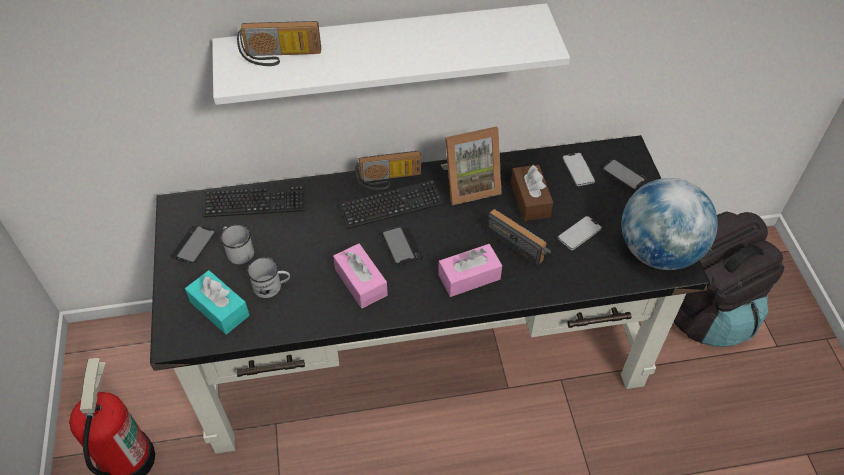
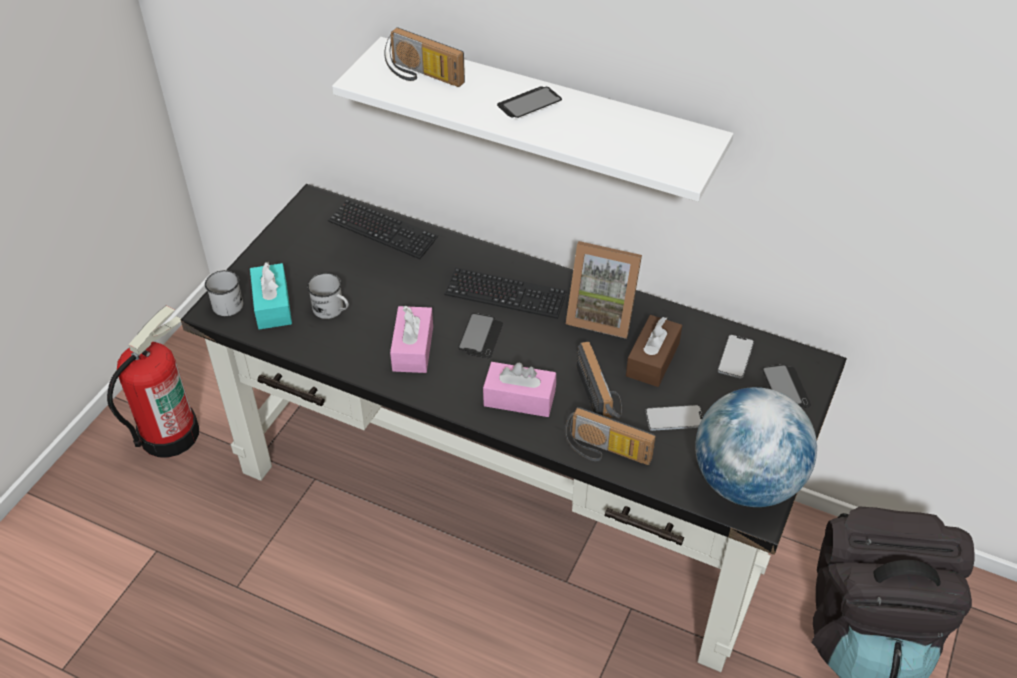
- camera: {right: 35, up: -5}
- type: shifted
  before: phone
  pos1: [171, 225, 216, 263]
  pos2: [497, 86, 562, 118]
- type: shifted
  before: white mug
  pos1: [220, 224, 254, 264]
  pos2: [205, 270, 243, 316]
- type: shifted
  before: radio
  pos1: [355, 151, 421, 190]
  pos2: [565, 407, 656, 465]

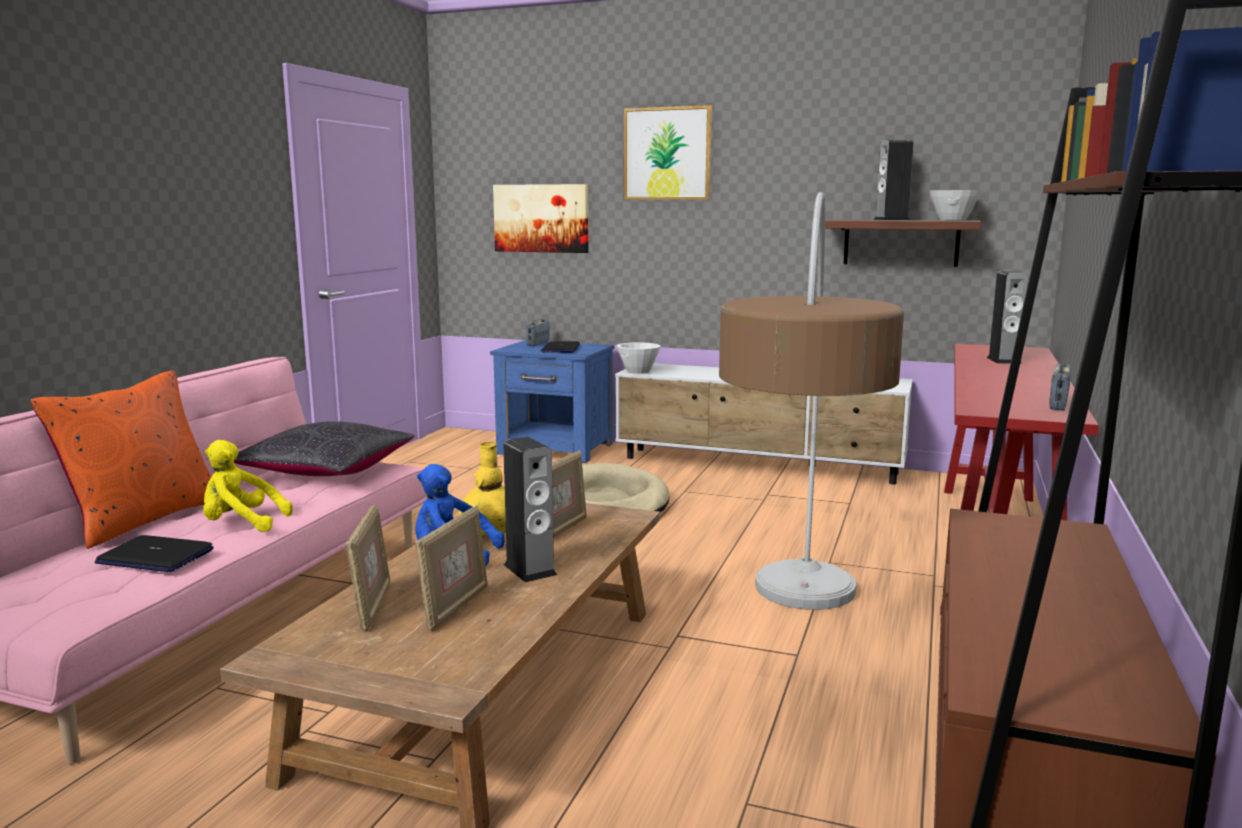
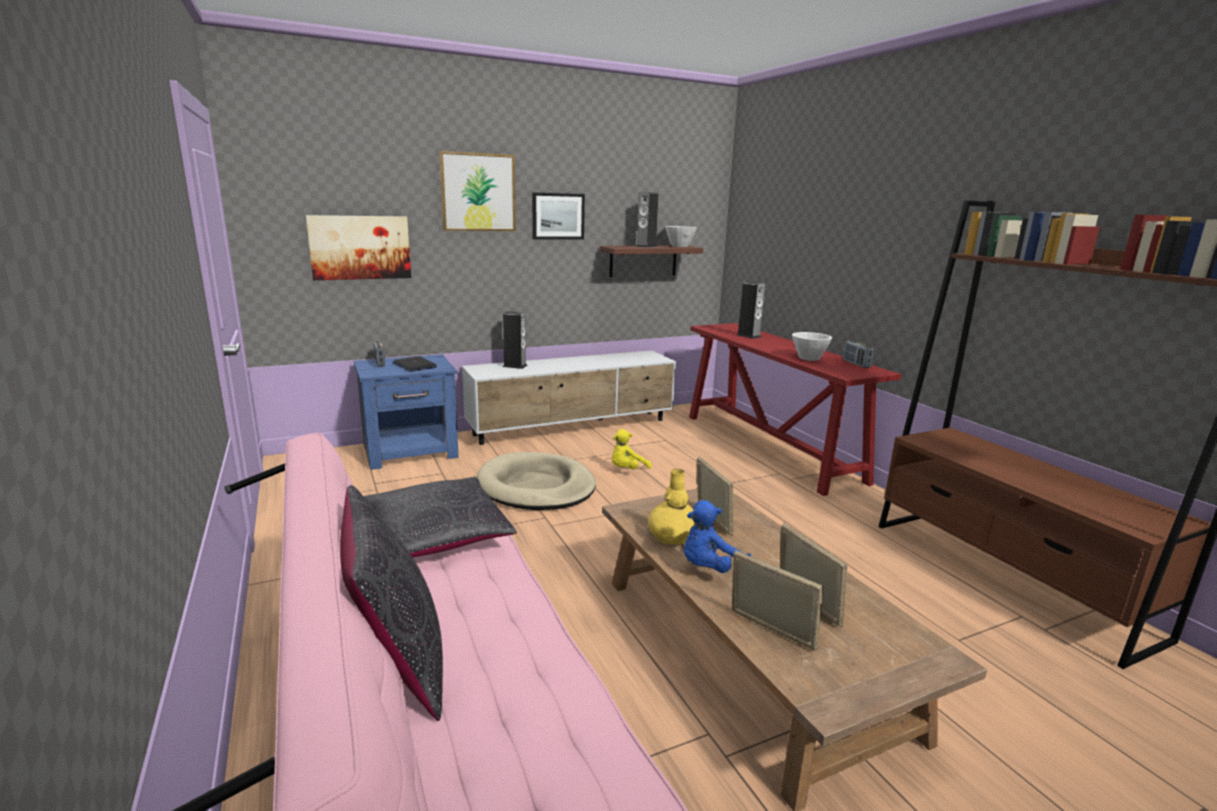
- camera: {right: -45, up: 5}
- type: gone
  before: laptop
  pos1: [95, 535, 214, 572]
- type: gone
  before: floor lamp
  pos1: [719, 192, 904, 610]
- type: new
  after: picture
  pos2: [532, 192, 585, 239]
- type: shifted
  before: yellow plush toy
  pos1: [203, 440, 293, 532]
  pos2: [612, 429, 652, 469]
- type: shifted
  before: speaker
  pos1: [503, 437, 557, 583]
  pos2: [503, 311, 527, 369]
- type: shifted
  before: white bowl
  pos1: [617, 342, 661, 374]
  pos2: [792, 332, 832, 361]
- type: repainted
  before: orange pillow
  after: black pillow
  pos1: [30, 371, 211, 549]
  pos2: [340, 485, 443, 721]

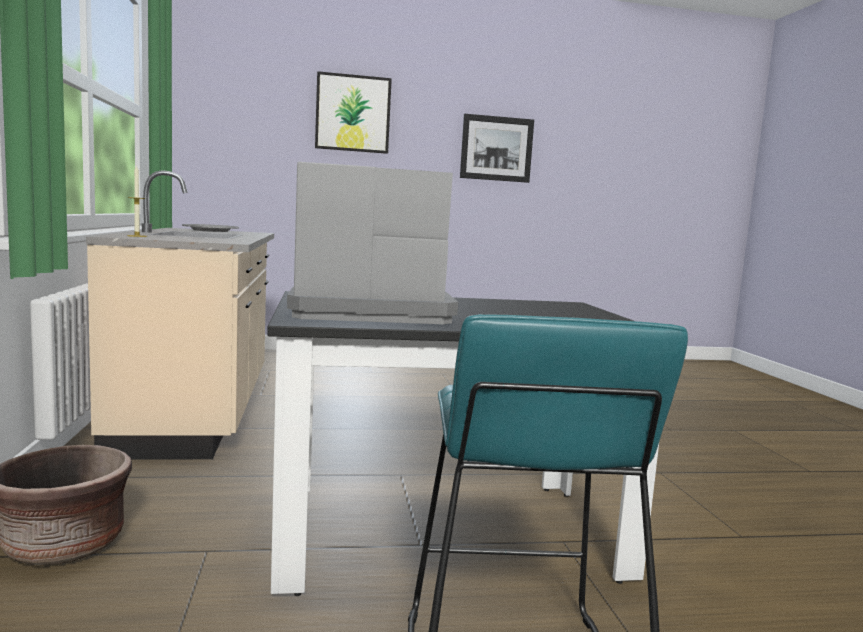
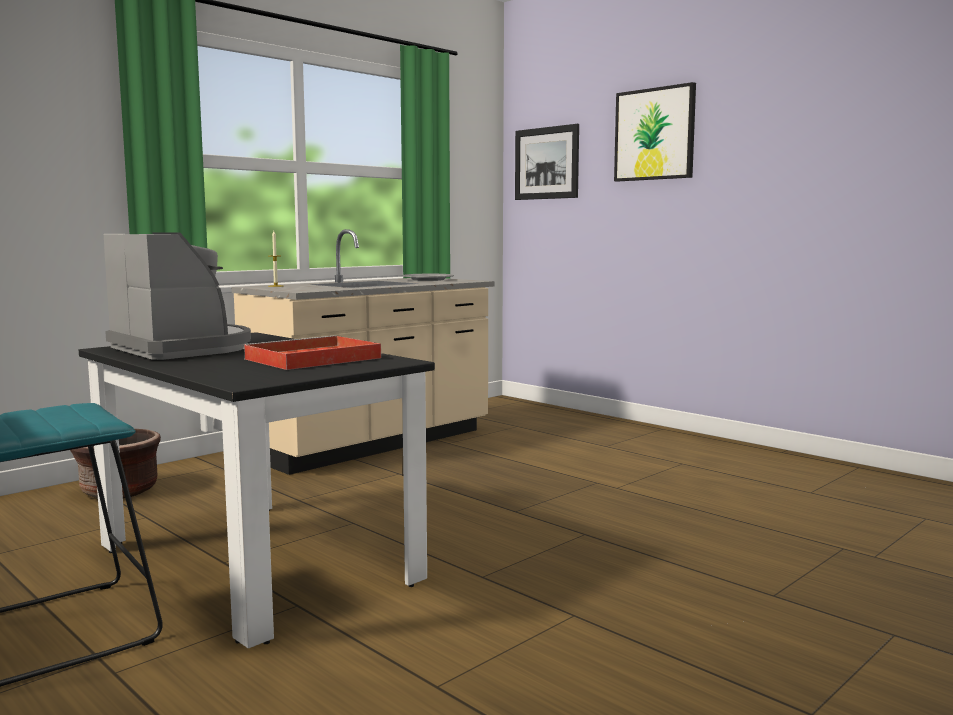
- camera: {right: 55, up: 0}
- type: new
  after: red tray
  pos2: [243, 335, 381, 370]
- type: shifted
  before: picture
  pos1: [460, 114, 534, 183]
  pos2: [515, 124, 579, 200]

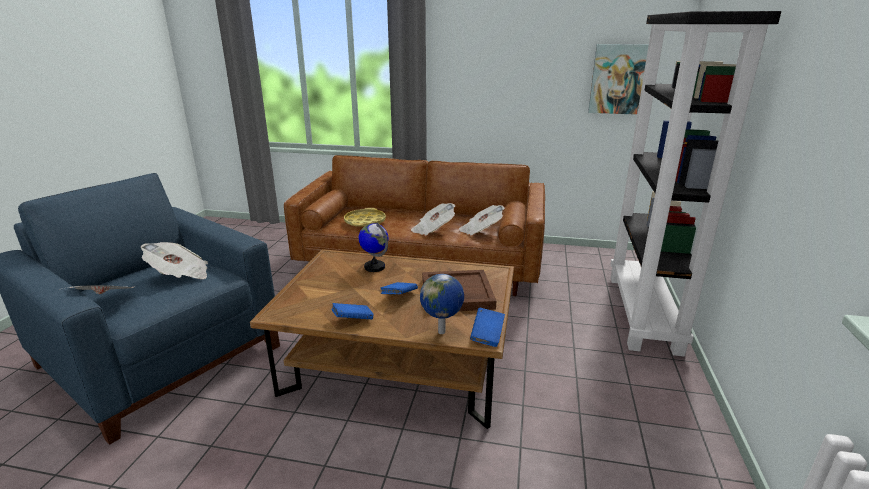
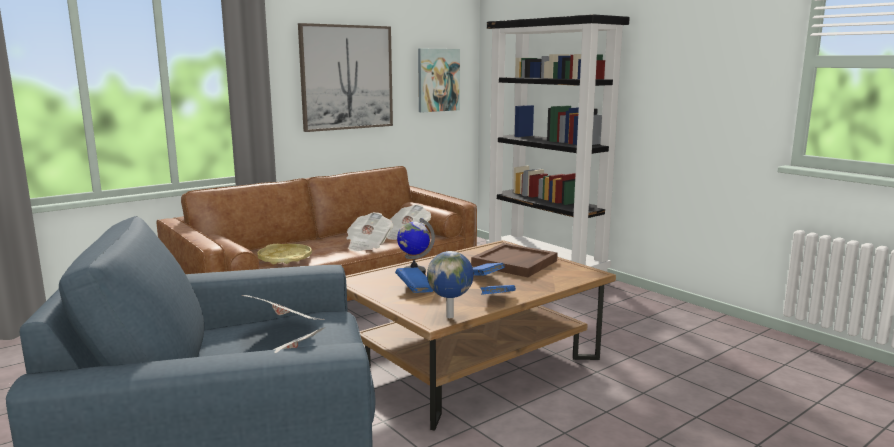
- camera: {right: -50, up: -10}
- type: new
  after: picture
  pos2: [298, 23, 393, 132]
- type: shifted
  before: globe
  pos1: [420, 274, 464, 334]
  pos2: [427, 251, 473, 318]
- type: shifted
  before: blue book
  pos1: [470, 308, 505, 347]
  pos2: [395, 268, 433, 293]

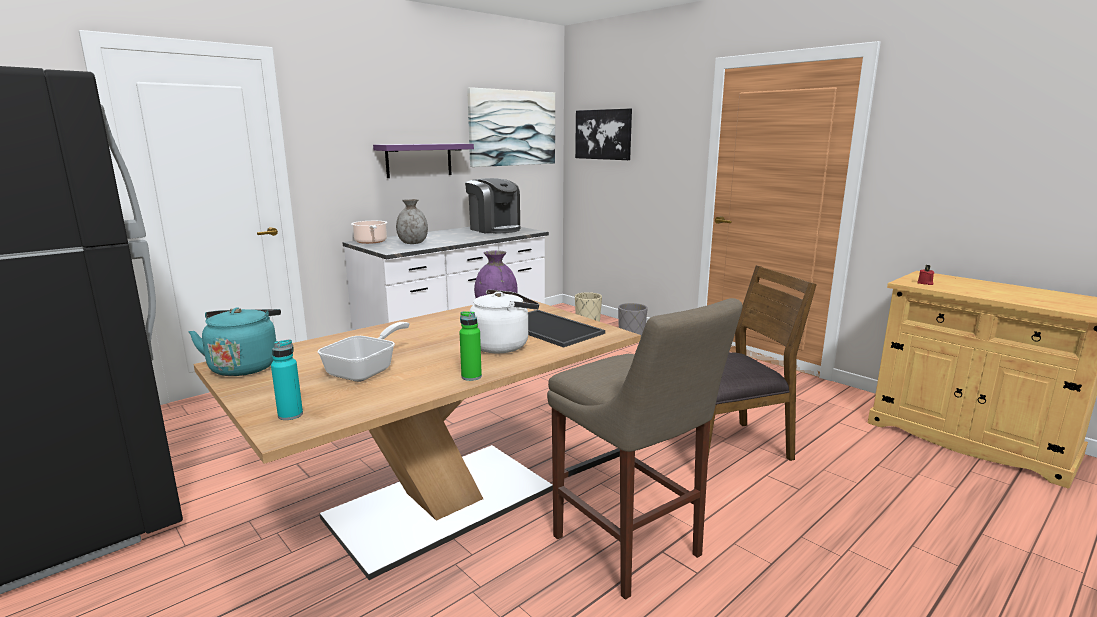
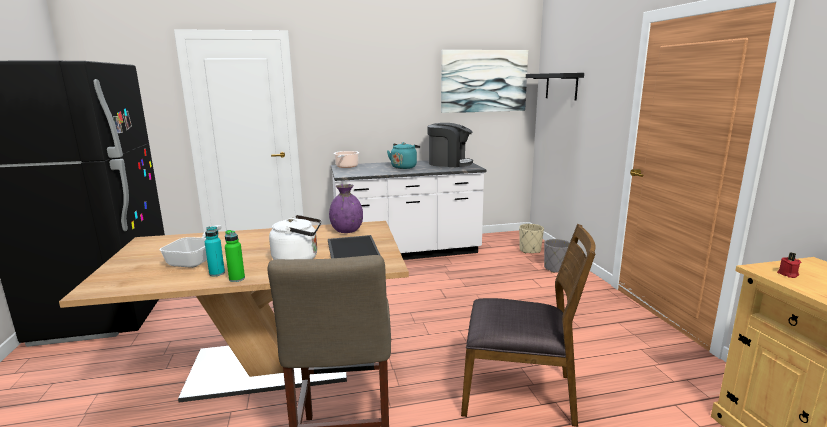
- camera: {right: 30, up: 0}
- type: gone
  before: purple shelf
  pos1: [373, 144, 474, 178]
- type: gone
  before: grey vase
  pos1: [396, 199, 428, 244]
- type: shifted
  before: turquoise kettle
  pos1: [189, 307, 281, 376]
  pos2: [387, 142, 420, 169]
- type: shifted
  before: turquoise bottle
  pos1: [271, 340, 303, 420]
  pos2: [205, 226, 225, 276]
- type: swapped
  before: picture
  after: black shelf
  pos1: [575, 108, 632, 160]
  pos2: [526, 73, 584, 101]
- type: rotated
  before: frying pan
  pos1: [317, 322, 409, 382]
  pos2: [160, 225, 222, 268]
  turn: -45
- type: rotated
  before: coffee machine
  pos1: [465, 178, 521, 233]
  pos2: [427, 123, 473, 167]
  turn: -60

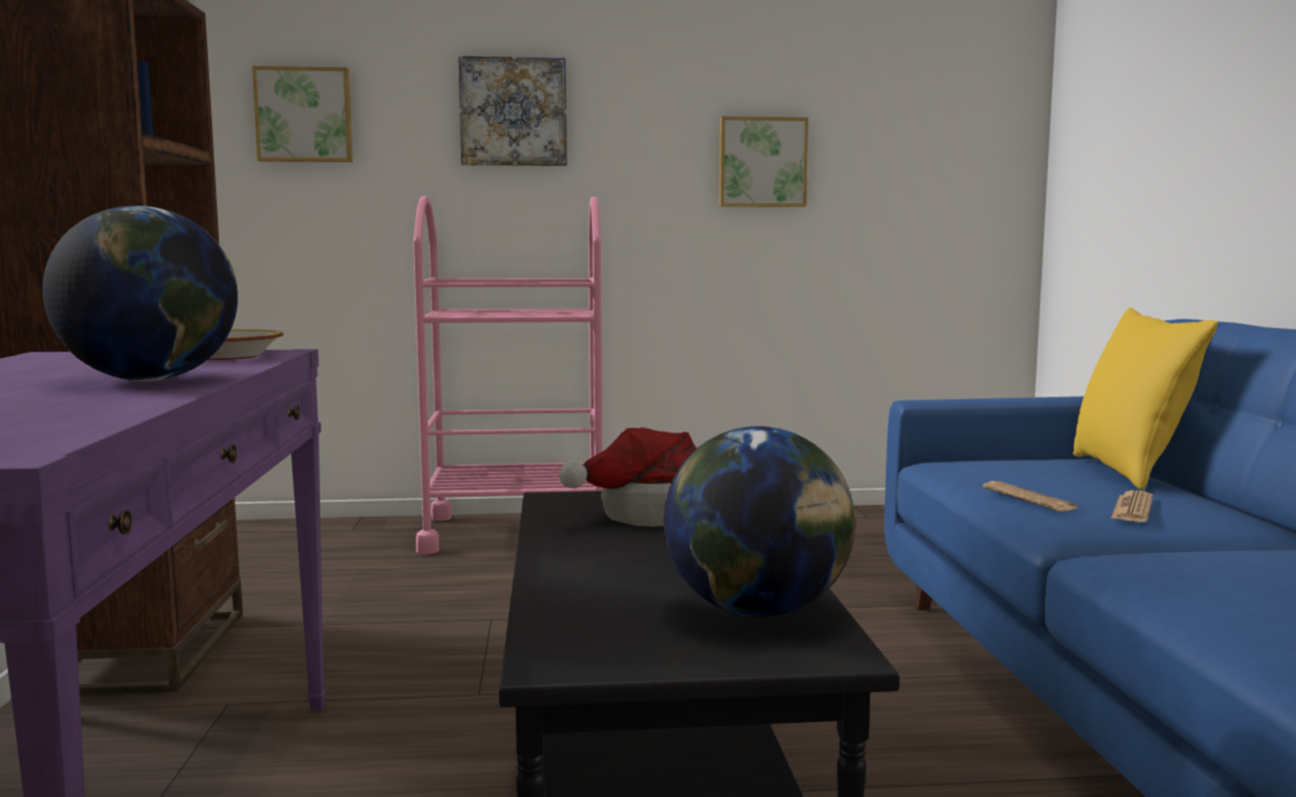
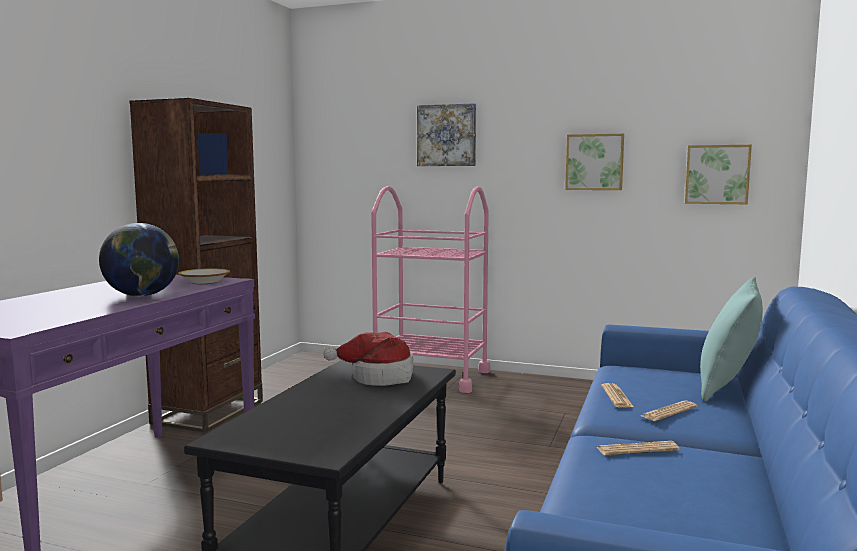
- camera: {right: 25, up: 0}
- type: gone
  before: globe
  pos1: [664, 426, 855, 617]
- type: new
  after: newspaper
  pos2: [597, 441, 680, 455]
- type: shifted
  before: picture
  pos1: [252, 66, 353, 162]
  pos2: [685, 145, 752, 204]
- type: repainted
  before: yellow pillow
  after: turquoise pillow
  pos1: [1073, 307, 1218, 490]
  pos2: [700, 277, 763, 401]

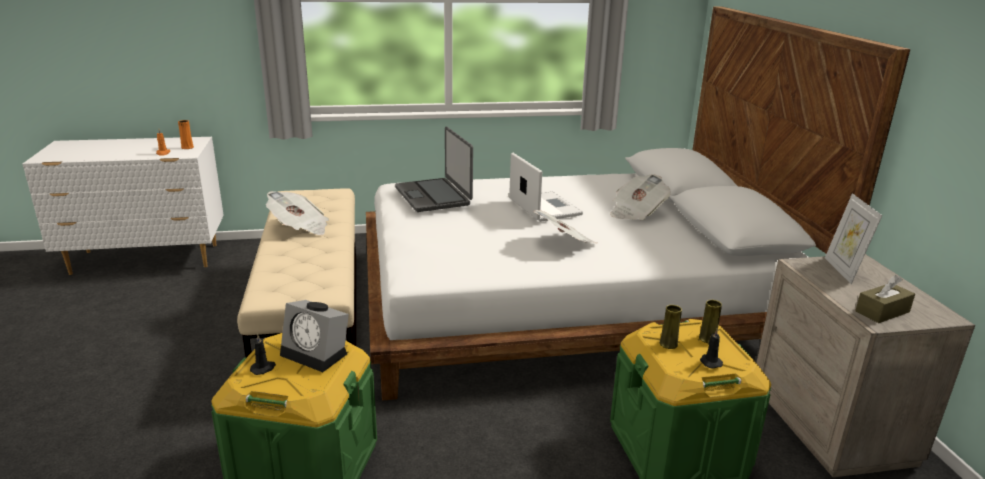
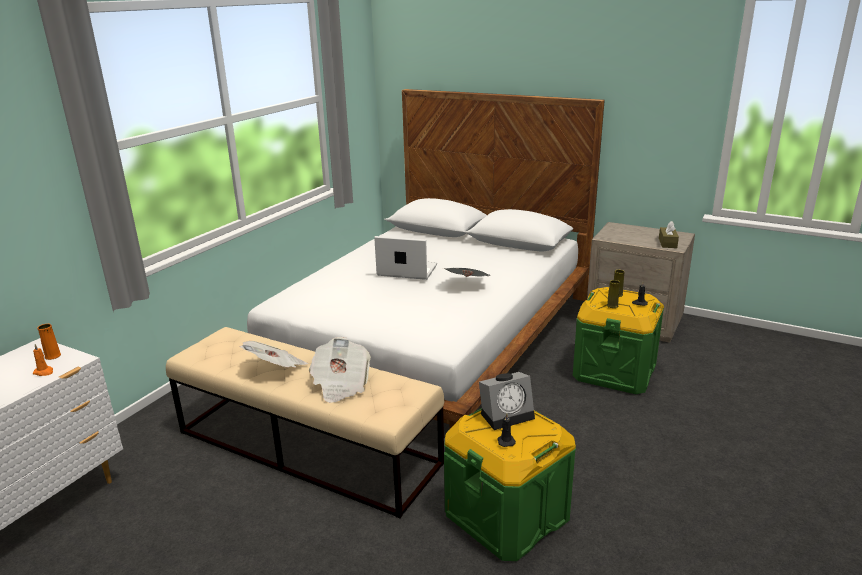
- camera: {right: -50, up: 0}
- type: gone
  before: laptop
  pos1: [395, 126, 473, 212]
- type: gone
  before: picture frame
  pos1: [825, 193, 883, 284]
- type: shifted
  before: newspaper
  pos1: [610, 174, 670, 221]
  pos2: [309, 337, 371, 403]

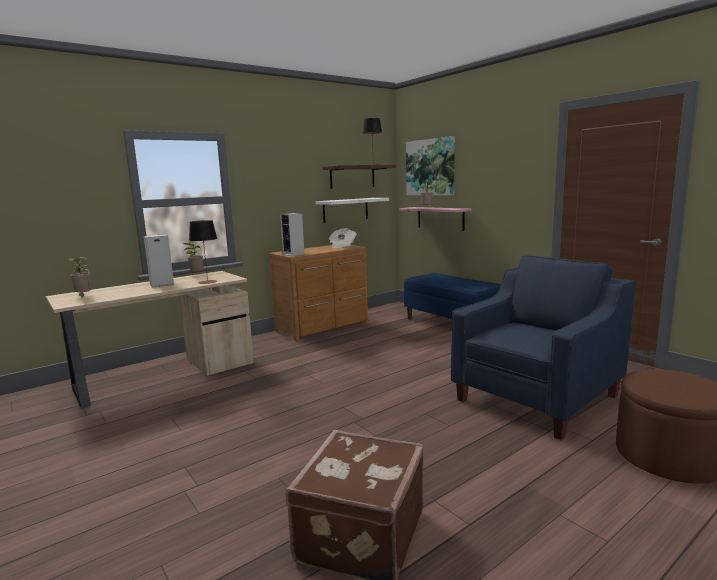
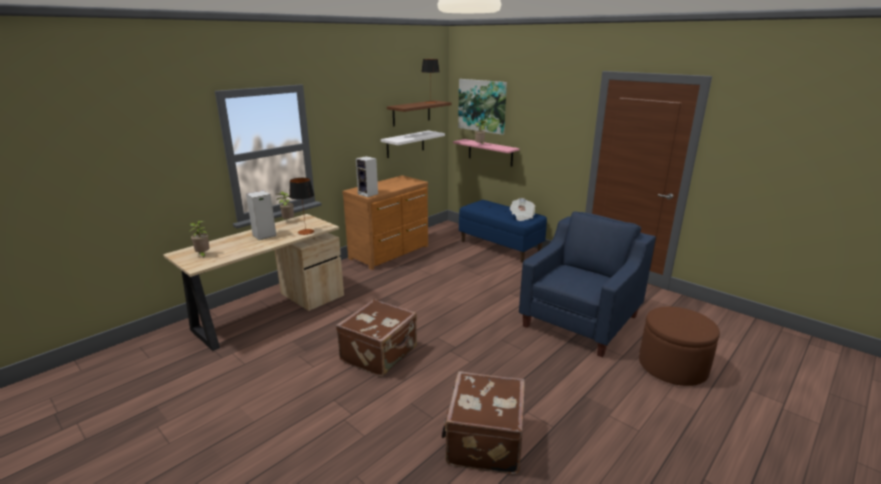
- camera: {right: -10, up: 10}
- type: new
  after: brown suitcase
  pos2: [336, 299, 417, 377]
- type: shifted
  before: newspaper
  pos1: [329, 228, 357, 248]
  pos2: [510, 198, 535, 221]

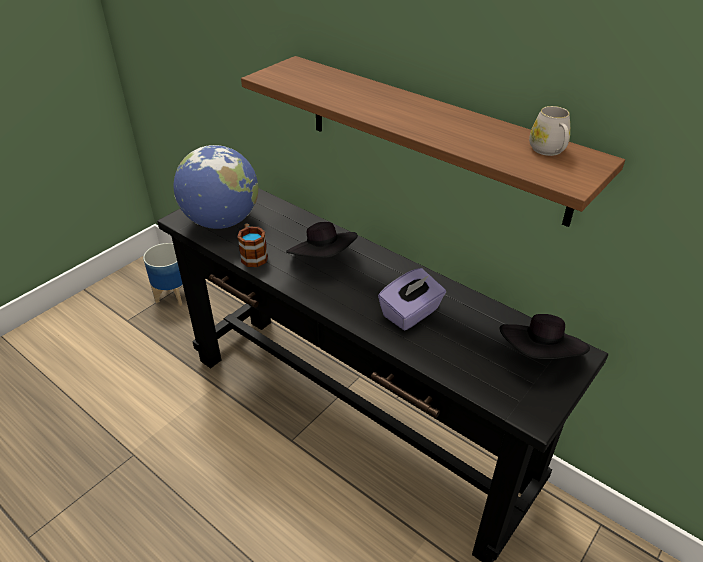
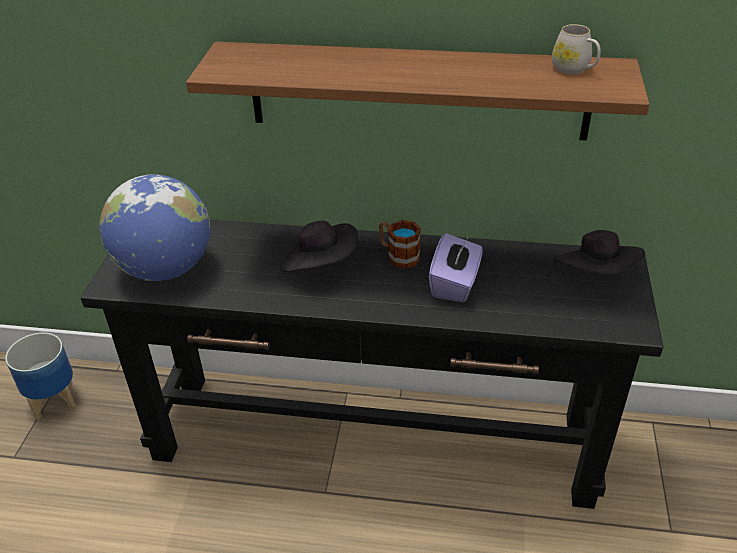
- camera: {right: -30, up: 0}
- type: shifted
  before: mug
  pos1: [237, 223, 268, 267]
  pos2: [379, 220, 421, 269]

